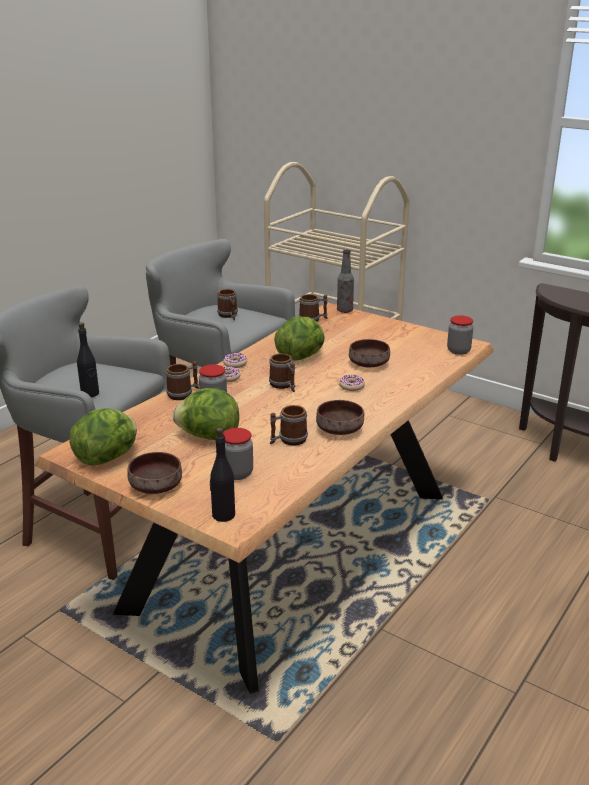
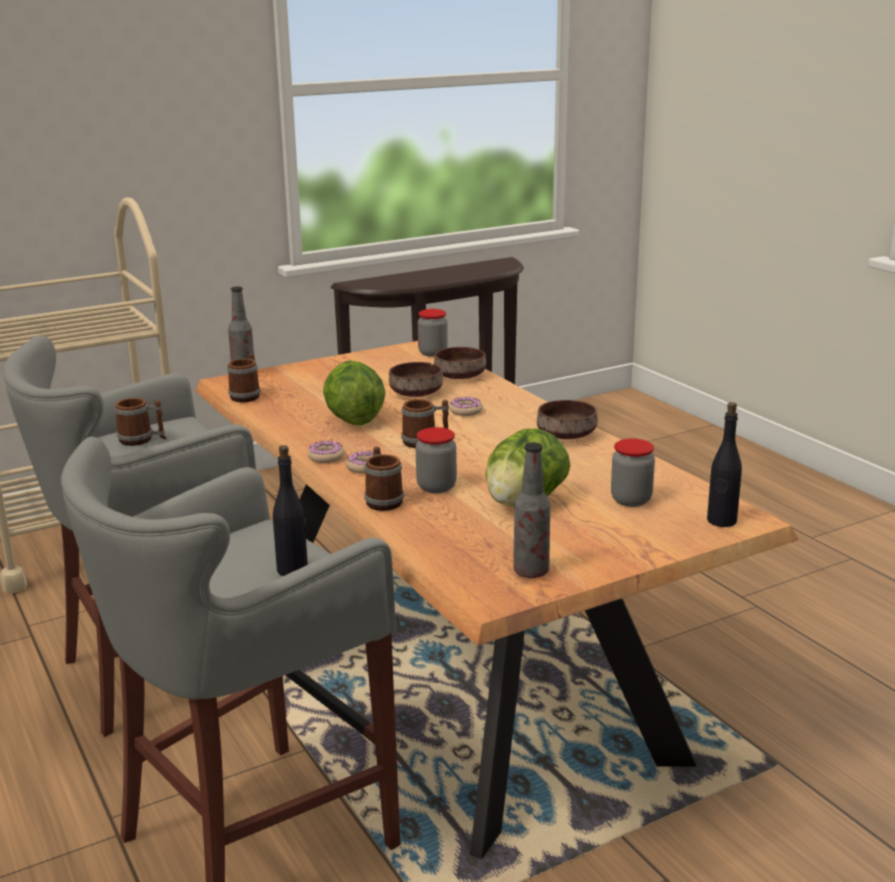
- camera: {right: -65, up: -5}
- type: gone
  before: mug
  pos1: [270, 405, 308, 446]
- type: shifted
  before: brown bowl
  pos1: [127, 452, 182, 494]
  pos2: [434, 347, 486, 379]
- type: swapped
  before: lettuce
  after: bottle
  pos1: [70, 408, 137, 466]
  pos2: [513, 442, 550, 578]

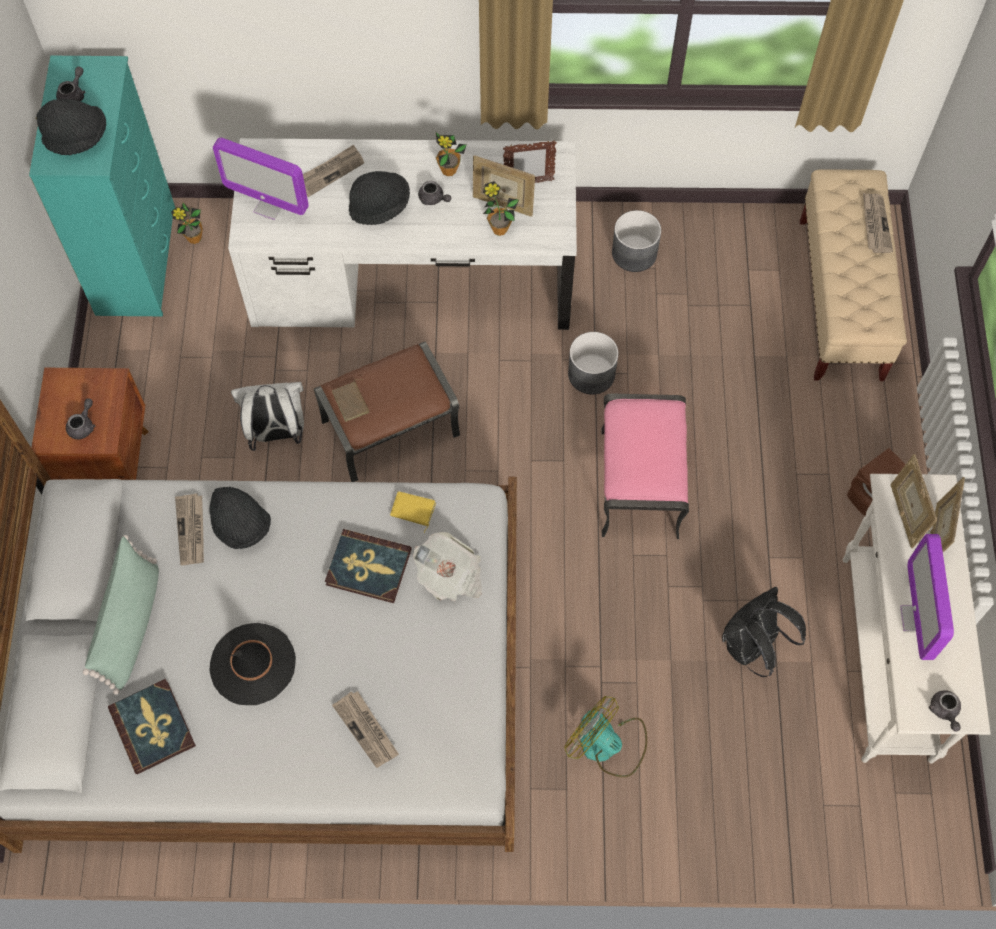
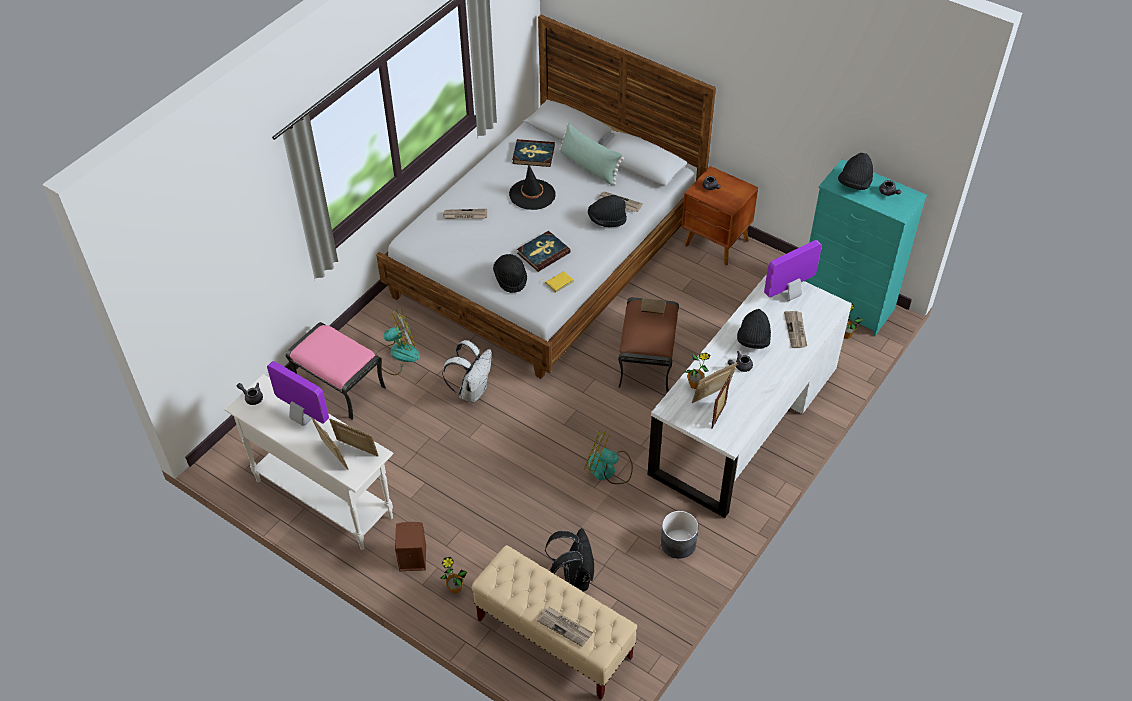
- camera: {right: 125, up: -15}
- type: shifted
  before: white backpack
  pos1: [231, 382, 304, 451]
  pos2: [442, 340, 491, 403]
- type: shifted
  before: potted plant
  pos1: [436, 132, 467, 176]
  pos2: [440, 557, 467, 594]
- type: shifted
  before: pink ottoman
  pos1: [602, 393, 689, 539]
  pos2: [286, 322, 386, 420]
- type: shifted
  before: black backpack
  pos1: [722, 587, 806, 677]
  pos2: [545, 528, 594, 592]
- type: swapped
  before: newspaper
  after: black hat
  pos1: [413, 532, 482, 601]
  pos2: [493, 254, 527, 293]
- type: swapped
  before: grey planter
  after: fan
  pos1: [568, 332, 619, 395]
  pos2: [584, 430, 633, 484]

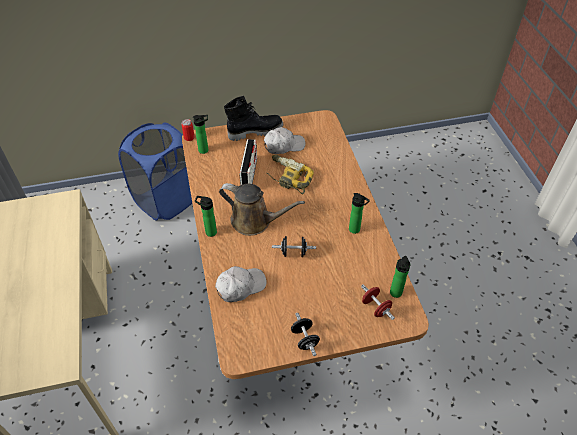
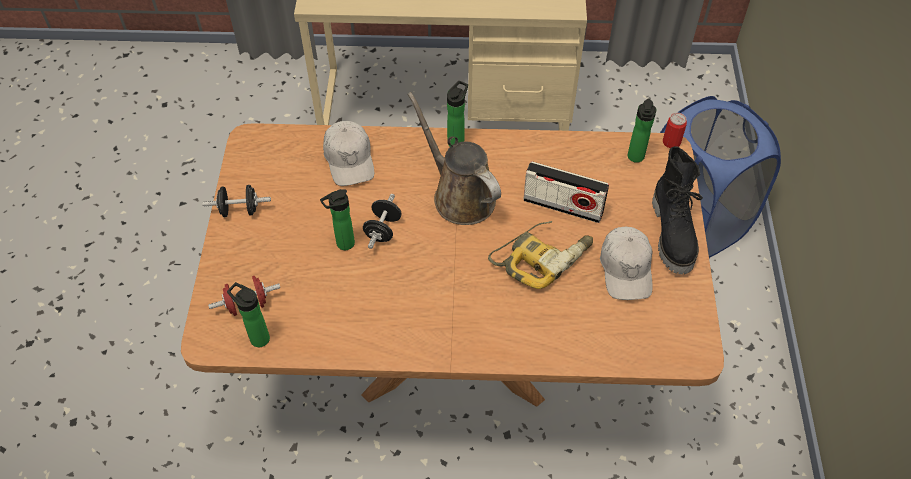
- camera: {right: 105, up: 5}
- type: shifted
  before: bottle
  pos1: [349, 193, 370, 234]
  pos2: [320, 189, 355, 250]
- type: rotated
  before: brown watering can
  pos1: [219, 183, 305, 236]
  pos2: [407, 92, 501, 225]
  turn: 105

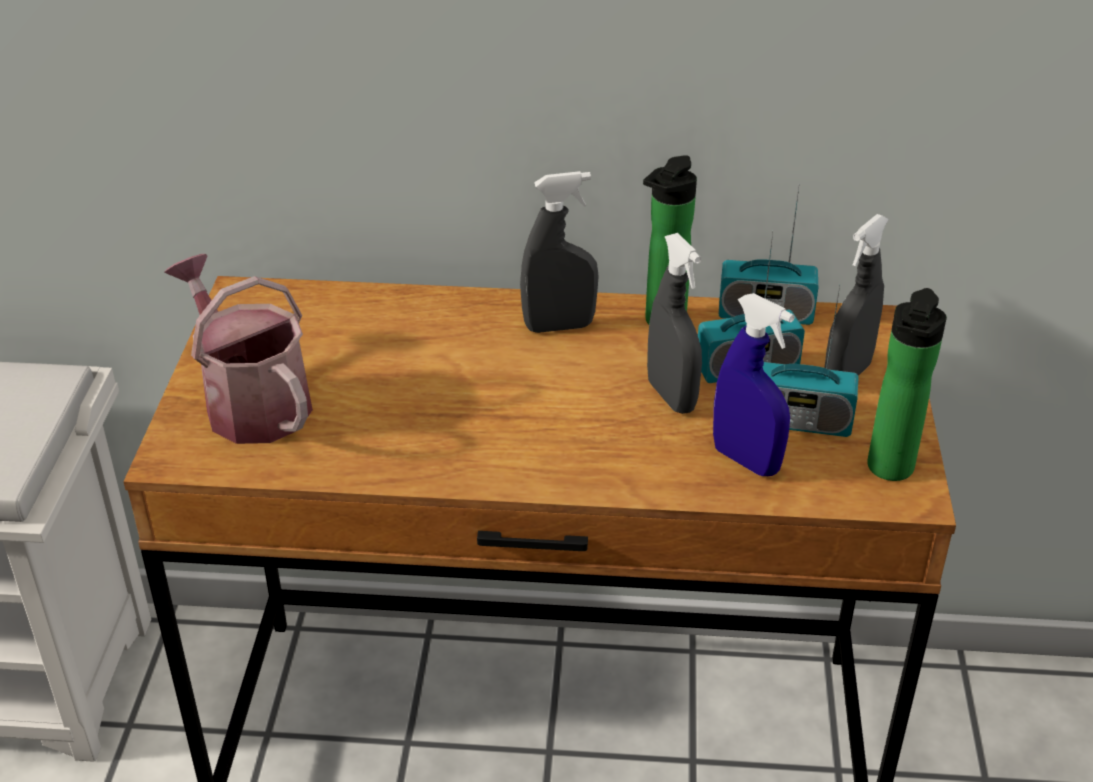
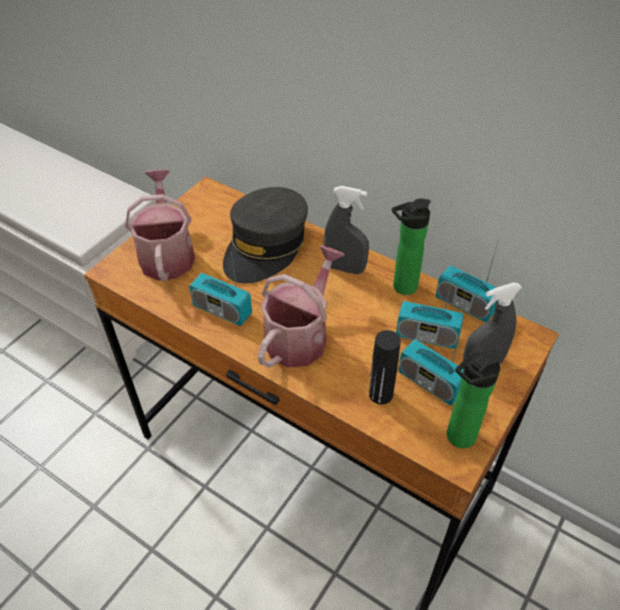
- camera: {right: 30, up: 10}
- type: gone
  before: grey spray bottle
  pos1: [647, 233, 702, 414]
- type: new
  after: radio
  pos2: [189, 245, 252, 326]
- type: new
  after: grey cap
  pos2: [223, 187, 308, 284]
- type: new
  after: watering can
  pos2: [258, 245, 345, 368]
- type: swapped
  before: blue spray bottle
  after: black bottle
  pos1: [713, 293, 795, 476]
  pos2: [369, 330, 401, 405]

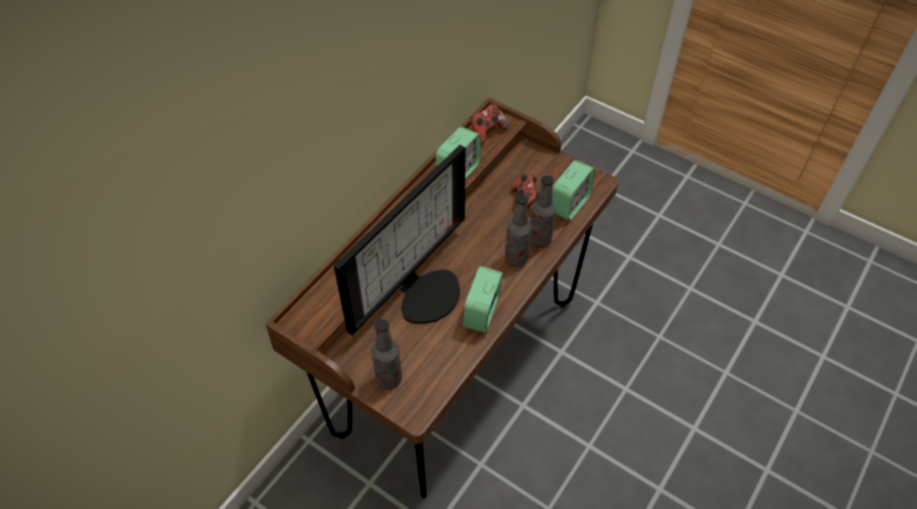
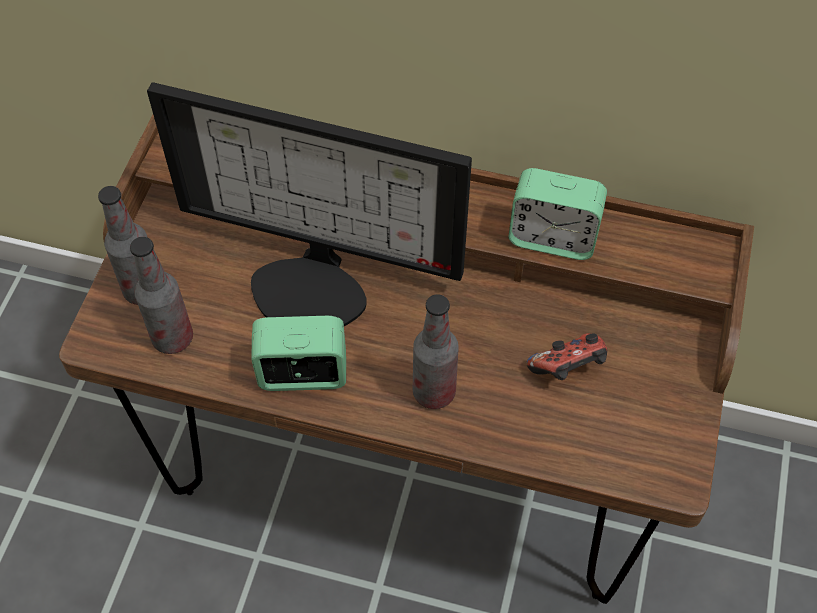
- camera: {right: 70, up: 5}
- type: gone
  before: game controller
  pos1: [470, 104, 509, 144]
- type: gone
  before: alarm clock
  pos1: [552, 160, 595, 221]
- type: shifted
  before: bottle
  pos1: [530, 175, 556, 248]
  pos2: [130, 237, 193, 354]

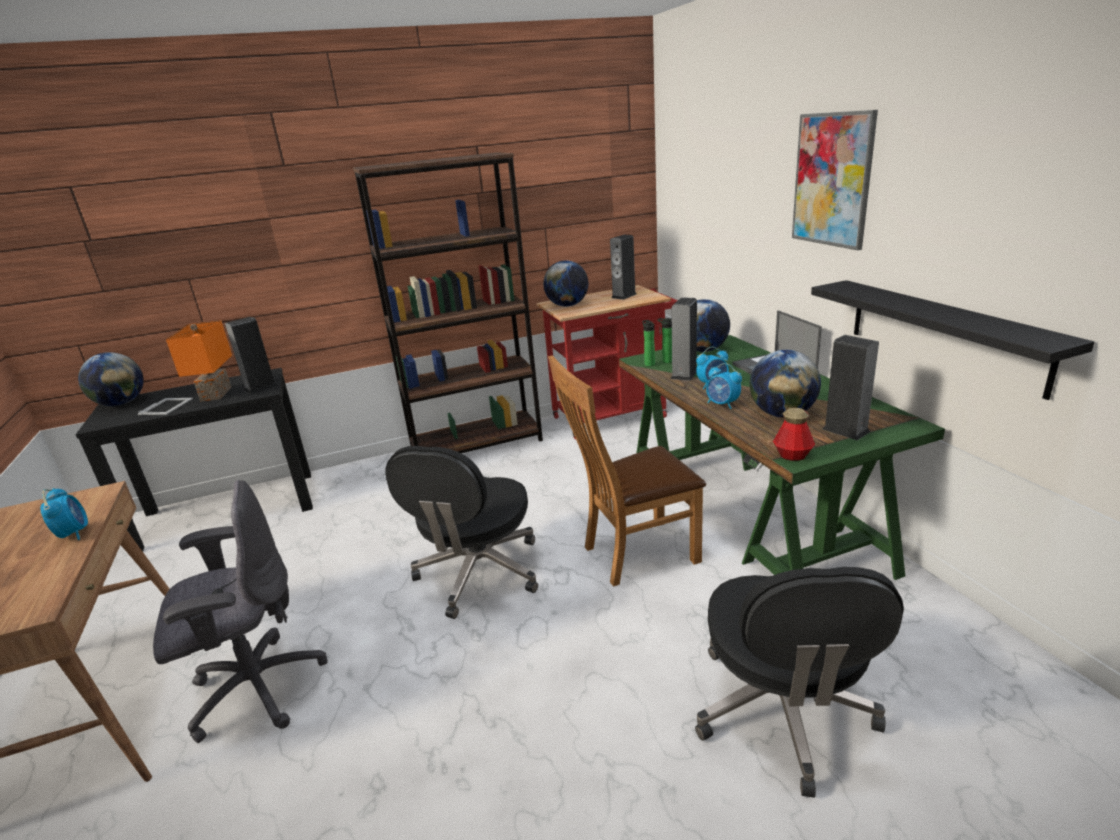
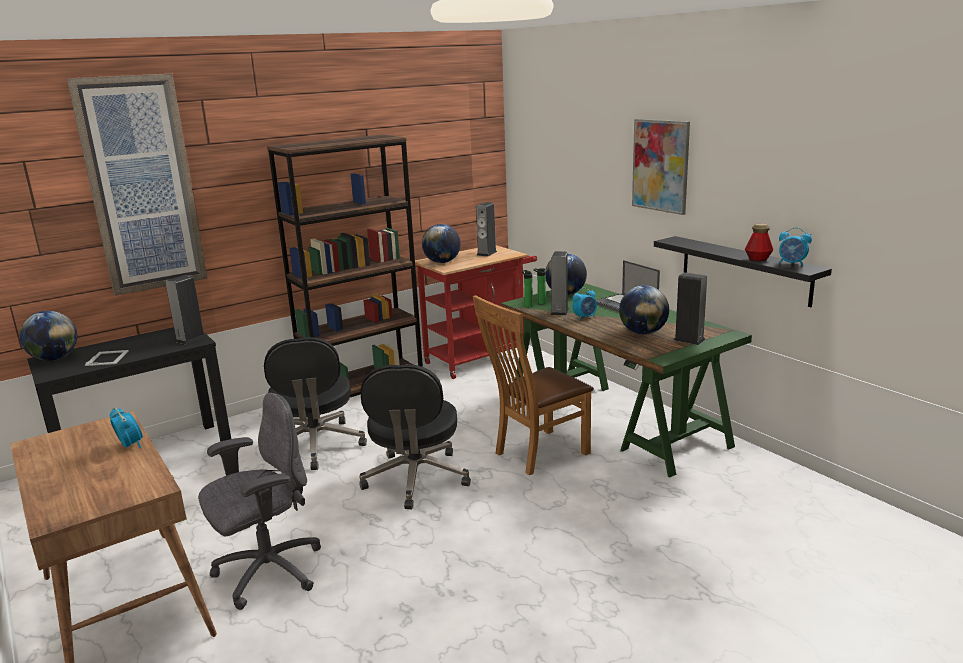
- camera: {right: -15, up: -5}
- type: gone
  before: orange table lamp
  pos1: [166, 321, 232, 401]
- type: new
  after: picture
  pos2: [67, 74, 207, 296]
- type: shifted
  before: black office chair
  pos1: [695, 567, 904, 798]
  pos2: [264, 337, 367, 470]
- type: shifted
  before: alarm clock
  pos1: [706, 363, 742, 409]
  pos2: [779, 227, 812, 266]
- type: shifted
  before: bottle
  pos1: [773, 408, 815, 461]
  pos2: [745, 223, 773, 261]

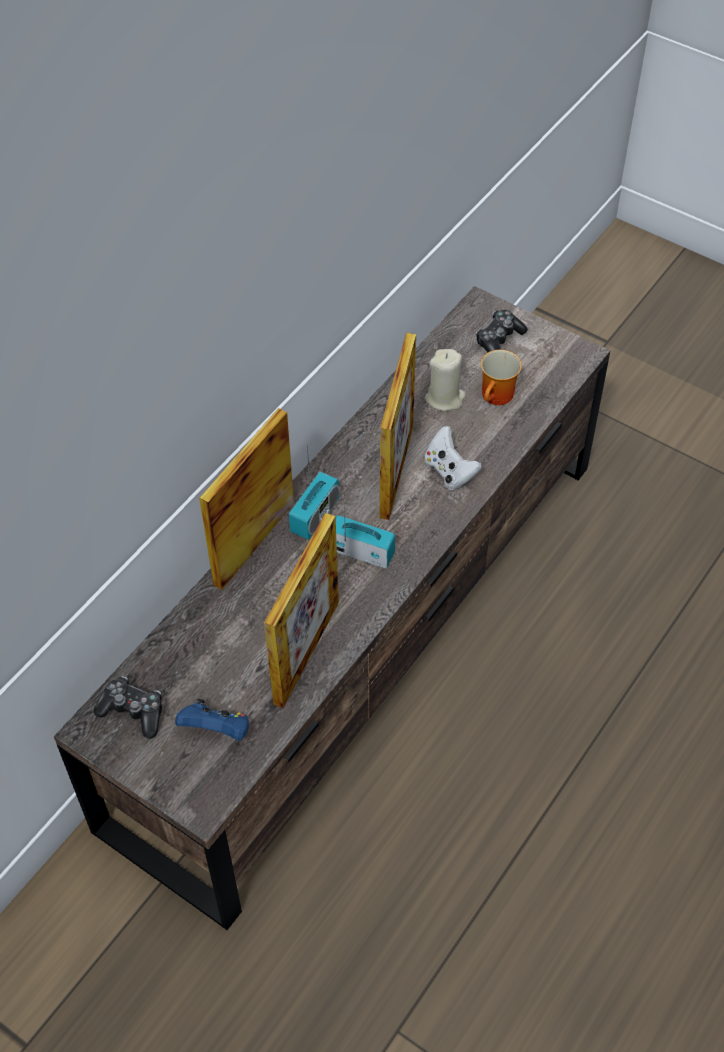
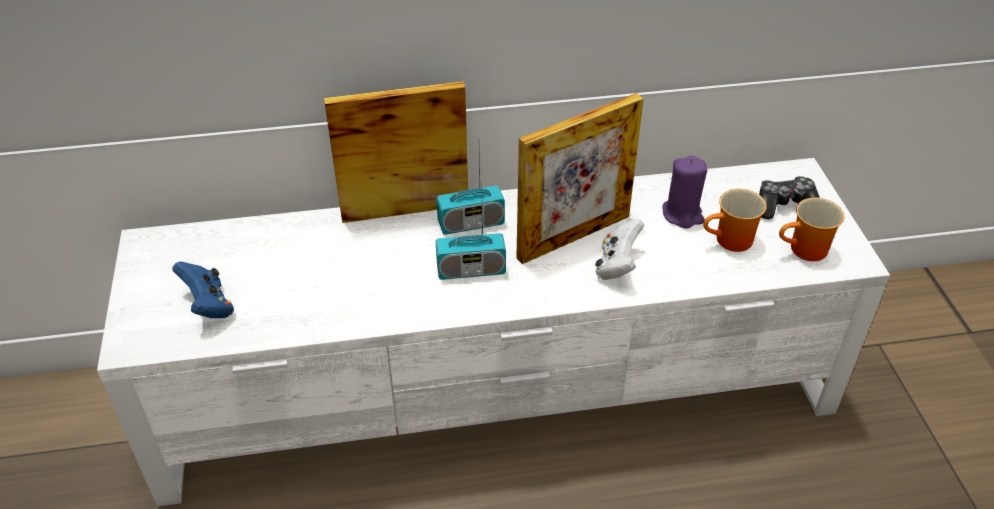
- camera: {right: 45, up: -10}
- type: gone
  before: game controller
  pos1: [94, 676, 162, 739]
- type: gone
  before: picture frame
  pos1: [264, 513, 339, 708]
- type: new
  after: mug
  pos2: [779, 198, 844, 261]
- type: repainted
  before: brown tv stand
  after: white tv stand
  pos1: [54, 286, 610, 930]
  pos2: [97, 158, 890, 507]
- type: repainted
  before: beige candle
  after: purple candle
  pos1: [425, 349, 466, 411]
  pos2: [662, 155, 707, 229]
- type: rotated
  before: radio
  pos1: [336, 500, 395, 568]
  pos2: [436, 183, 506, 280]
  turn: 105

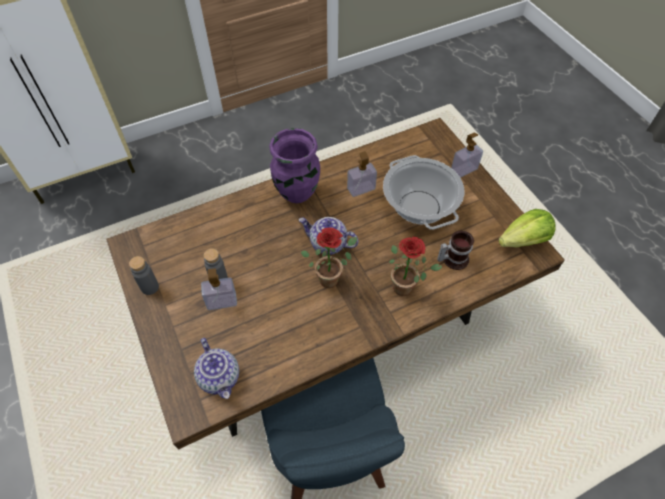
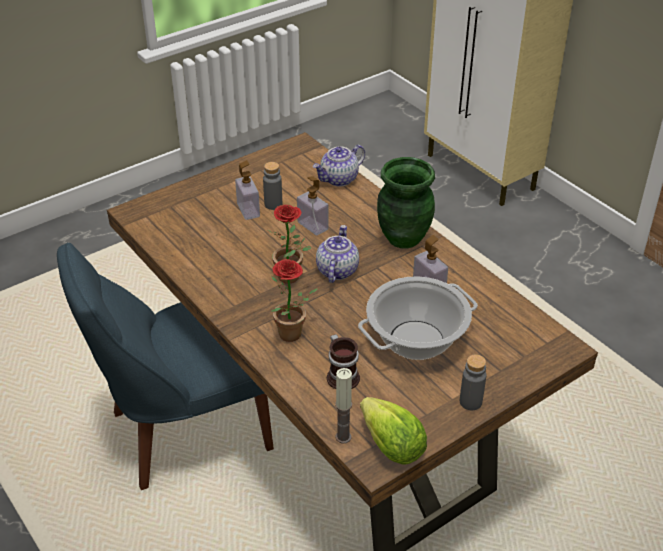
- camera: {right: 80, up: -15}
- type: new
  after: candle
  pos2: [335, 368, 352, 443]
- type: shifted
  before: grey bottle
  pos1: [129, 256, 159, 295]
  pos2: [460, 354, 486, 410]
- type: shifted
  before: teapot
  pos1: [194, 338, 239, 399]
  pos2: [313, 145, 365, 186]
- type: shifted
  before: soap dispenser
  pos1: [451, 133, 483, 178]
  pos2: [297, 176, 329, 235]
- type: repainted
  before: purple vase
  after: green vase
  pos1: [269, 128, 320, 203]
  pos2: [377, 157, 435, 248]

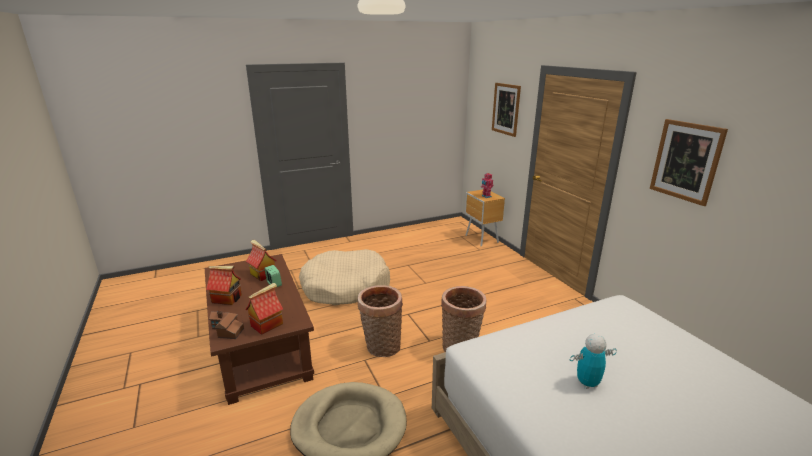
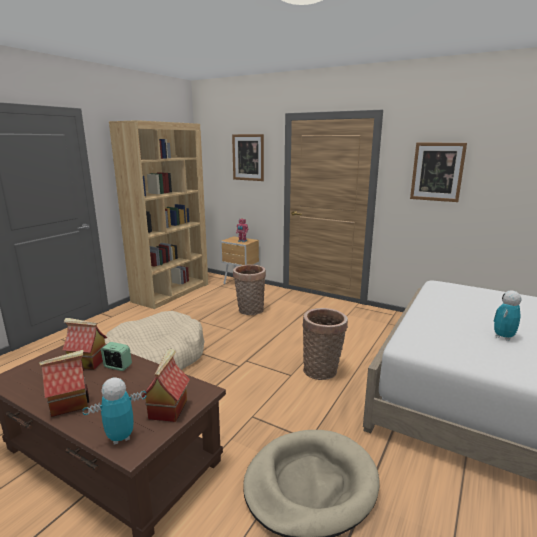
- camera: {right: -35, up: -5}
- type: new
  after: brown bookcase
  pos2: [109, 120, 208, 309]
- type: shifted
  before: basket
  pos1: [358, 285, 403, 357]
  pos2: [233, 265, 266, 315]
- type: swapped
  before: toy house
  after: toy robot
  pos1: [209, 311, 244, 339]
  pos2: [83, 377, 147, 445]

